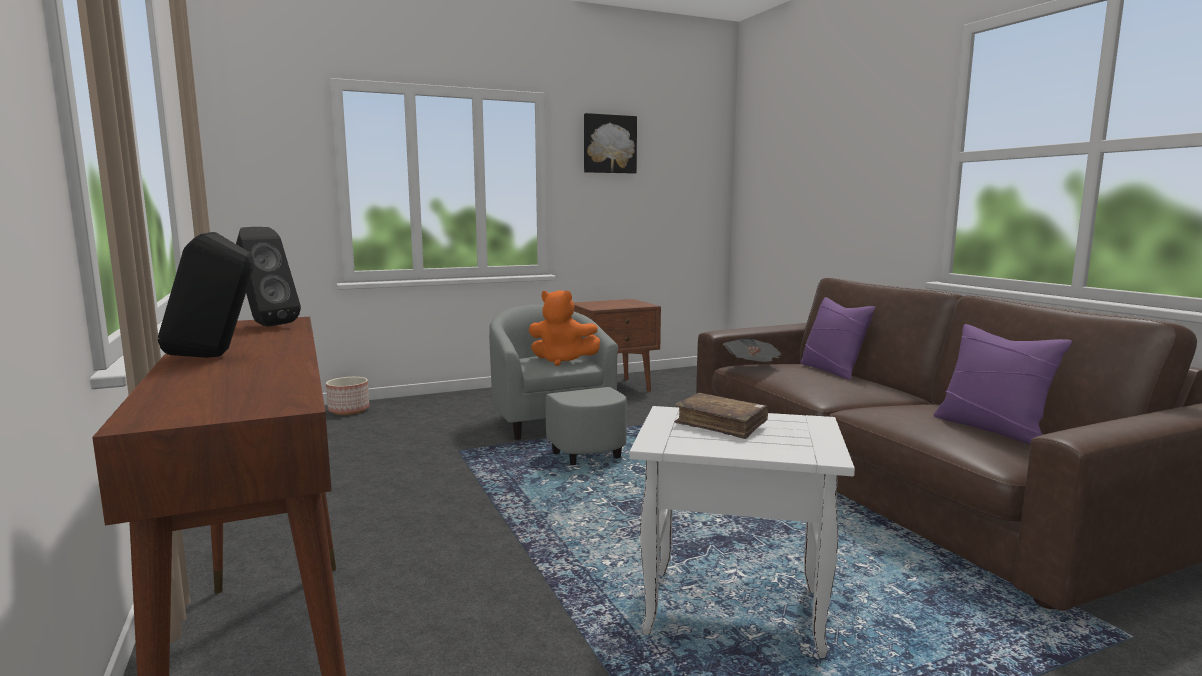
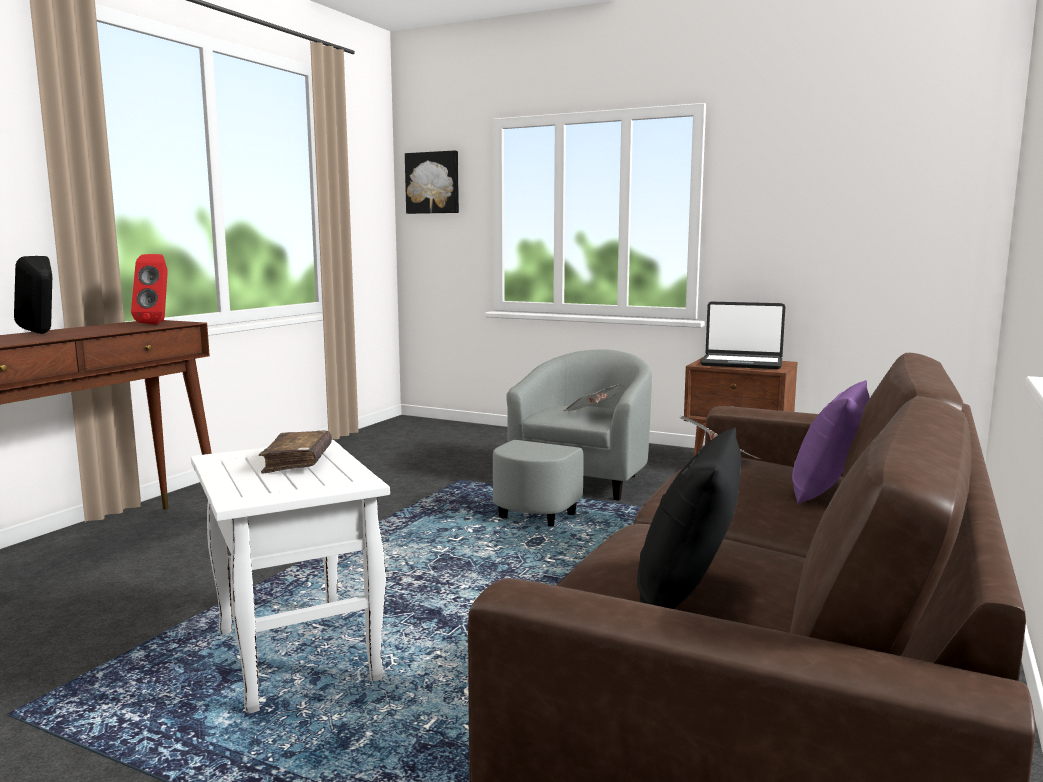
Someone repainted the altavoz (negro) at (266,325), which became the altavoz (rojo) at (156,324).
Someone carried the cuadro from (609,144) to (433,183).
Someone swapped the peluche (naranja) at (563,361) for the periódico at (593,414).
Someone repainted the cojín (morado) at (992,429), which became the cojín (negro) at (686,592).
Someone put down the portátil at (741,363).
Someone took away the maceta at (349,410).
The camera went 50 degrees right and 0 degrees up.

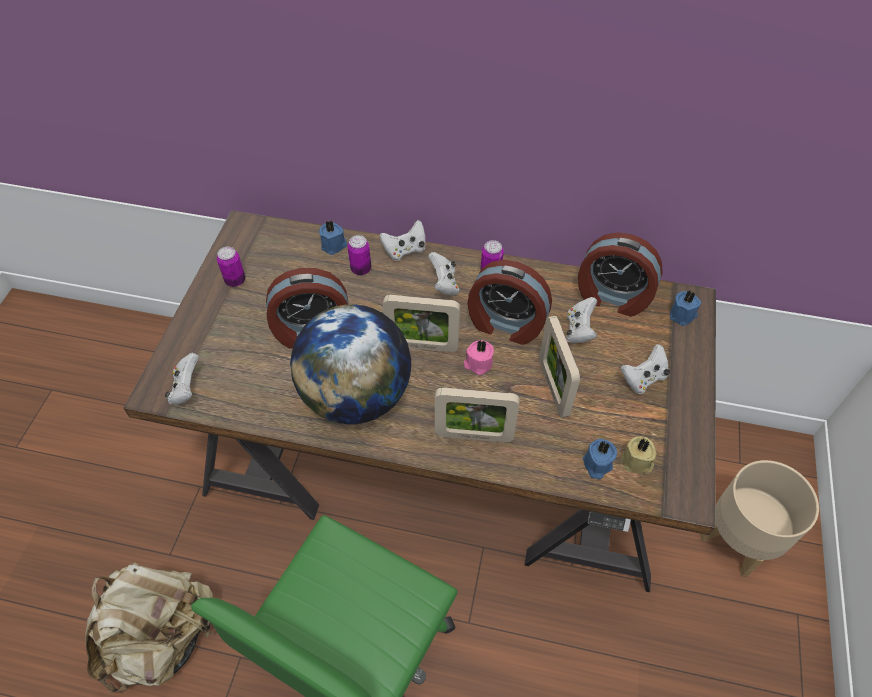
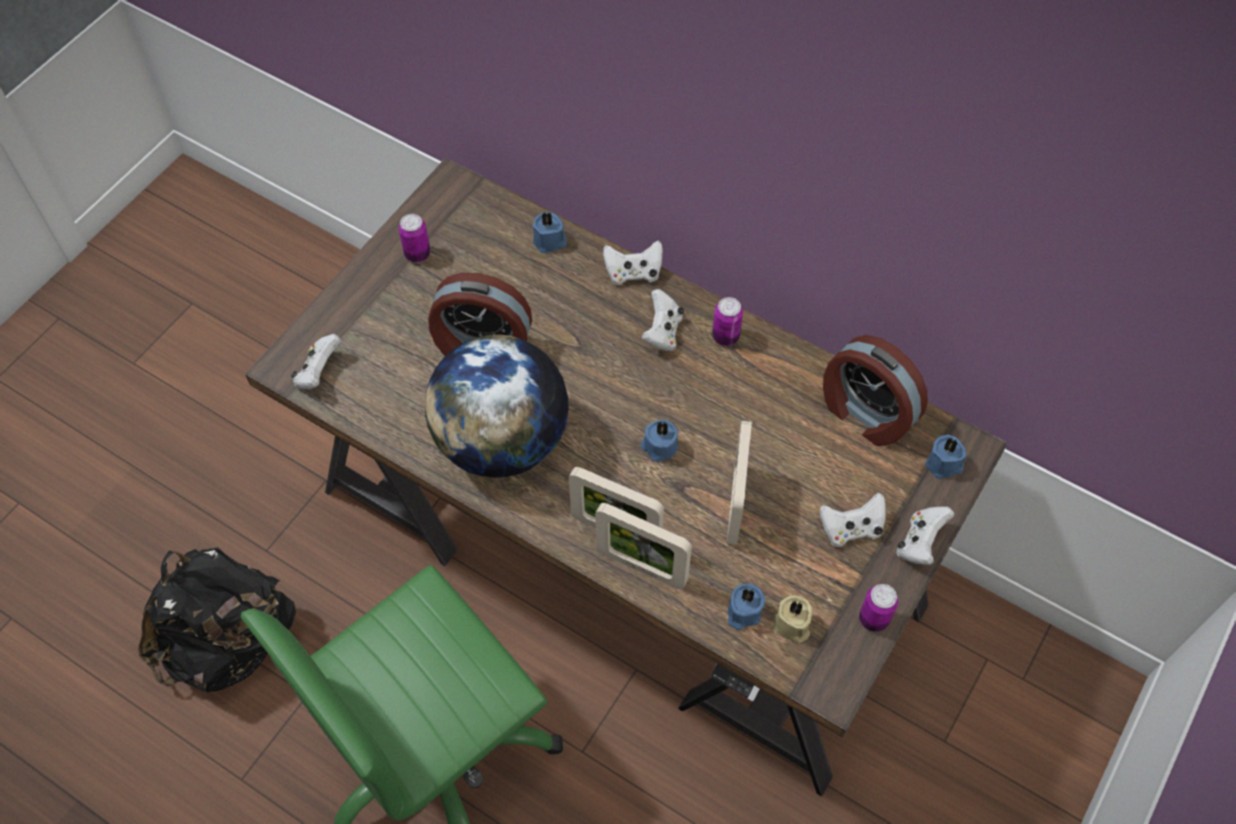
Someone repainted the mochila (beis) at (163,638), which became the mochila (negro) at (231,643).
Someone carried the portarretratos from (422,346) to (641,567).
Someone repainted the vela (rosa) at (478,363), which became the vela (azul) at (659,446).
Someone carried the lata from (361,269) to (873,619).
Someone carried the mando de consola (blanco) from (579,330) to (919,543).
Someone took away the despertador at (505,324).
Someone took away the maceta (beis) at (739,541).
The camera went 20 degrees right and 5 degrees up.

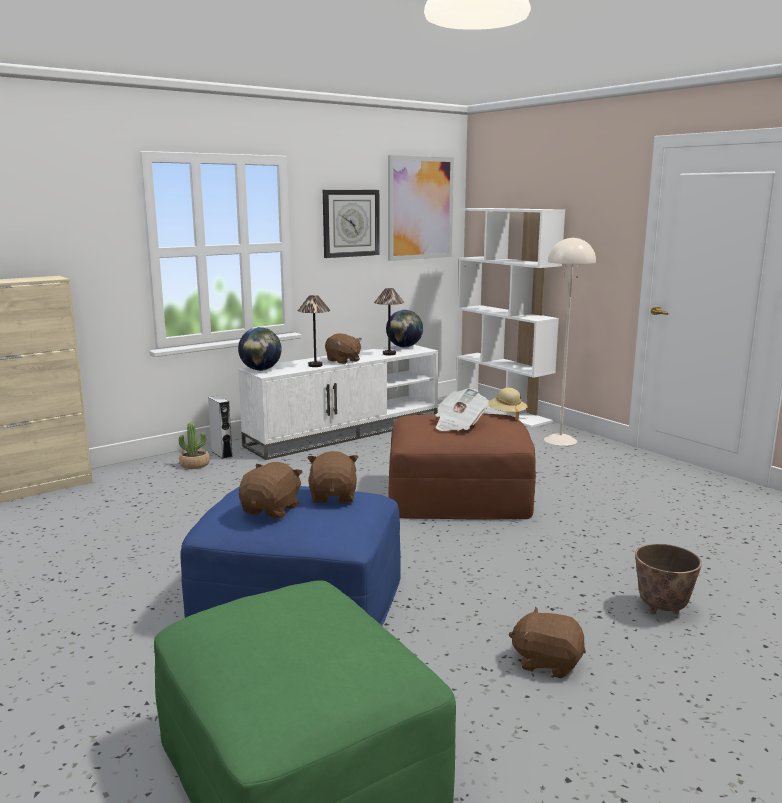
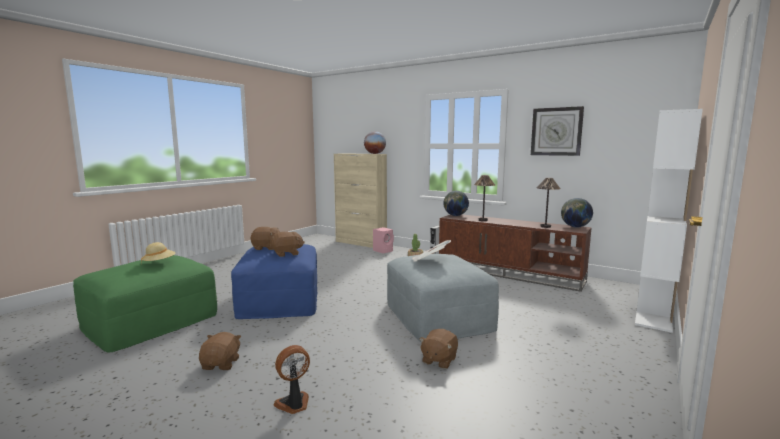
Someone carried the sombrero (beis) from (506,414) to (159,263).
Someone swapped the maceta at (662,609) for the ventilador at (294,404).
Someone put down the globo terráqueo at (374,153).
Someone put down the altavoz (rosa) at (383,251).
Someone repainted the puf (marrón) at (458,496), which became the puf (gris) at (438,316).
Someone carried the peluche (marrón) from (343,361) to (438,360).
Someone repainted the mueble de televisión (blanco) at (345,432), which became the mueble de televisión (marrón) at (509,273).
Someone took away the cuadro at (420,208).
Someone took away the lámpara de pie (beis) at (560,440).
The camera went 70 degrees right and 5 degrees down.

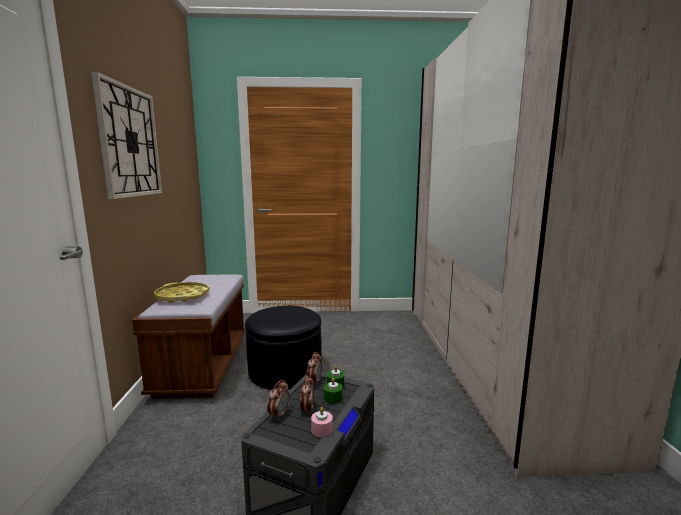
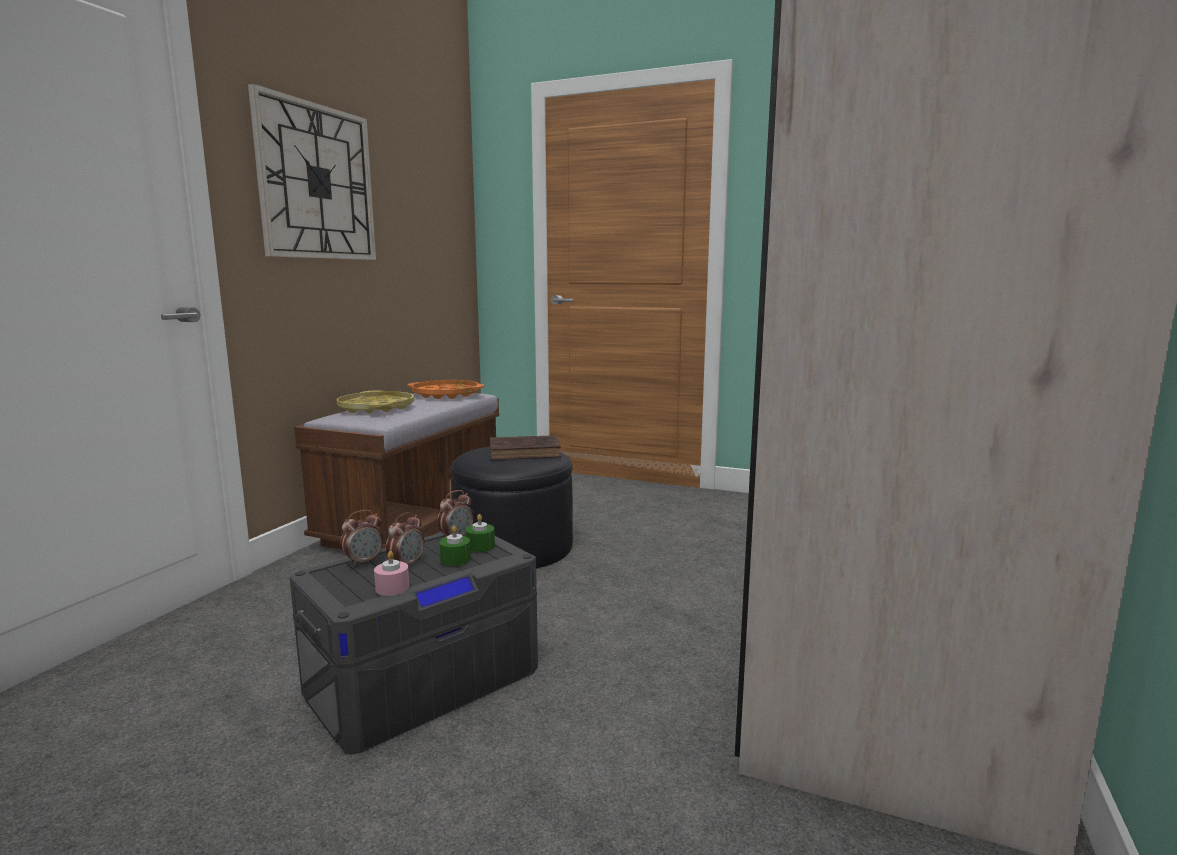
Someone put down the bandeja (naranja) at (446,394).
Someone put down the libro (marrón) at (527,452).
The camera went 25 degrees right and 0 degrees up.

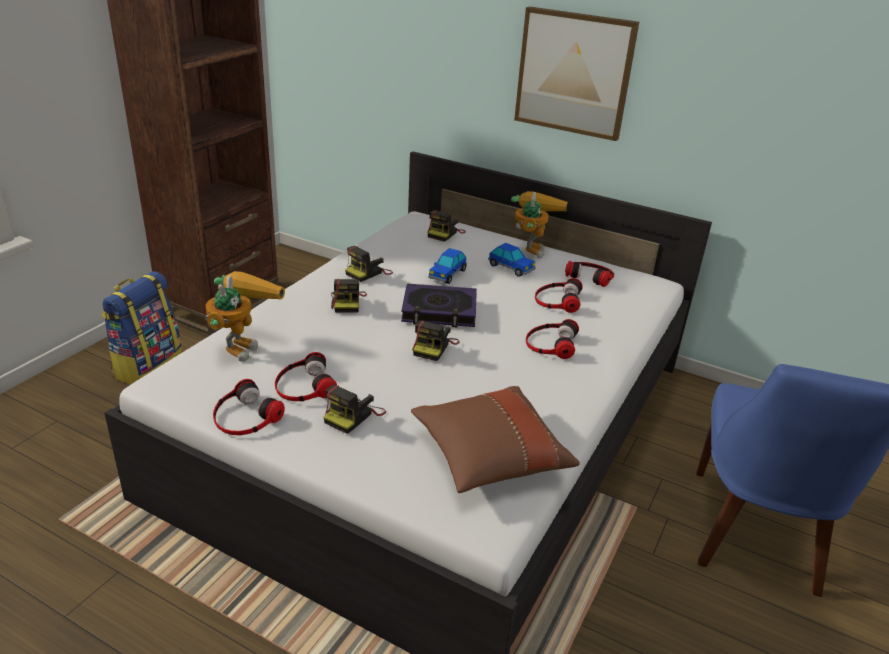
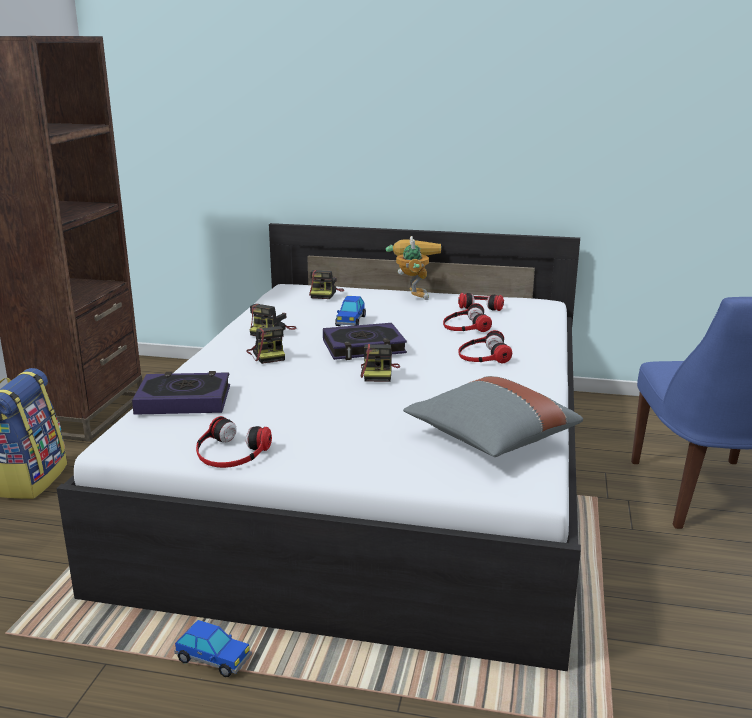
Someone swapped the robot de juguete at (242,344) for the libro at (183,400).
Someone carried the coche de juguete from (511,268) to (213,659).
Someone repainted the cojín (marrón) at (489,456), which became the cojín (gris) at (490,439).
Someone took away the auriculares at (303,386).
Someone took away the cámara at (353,415).
Someone took away the cuadro at (574,73).
The camera went 15 degrees left and 10 degrees down.

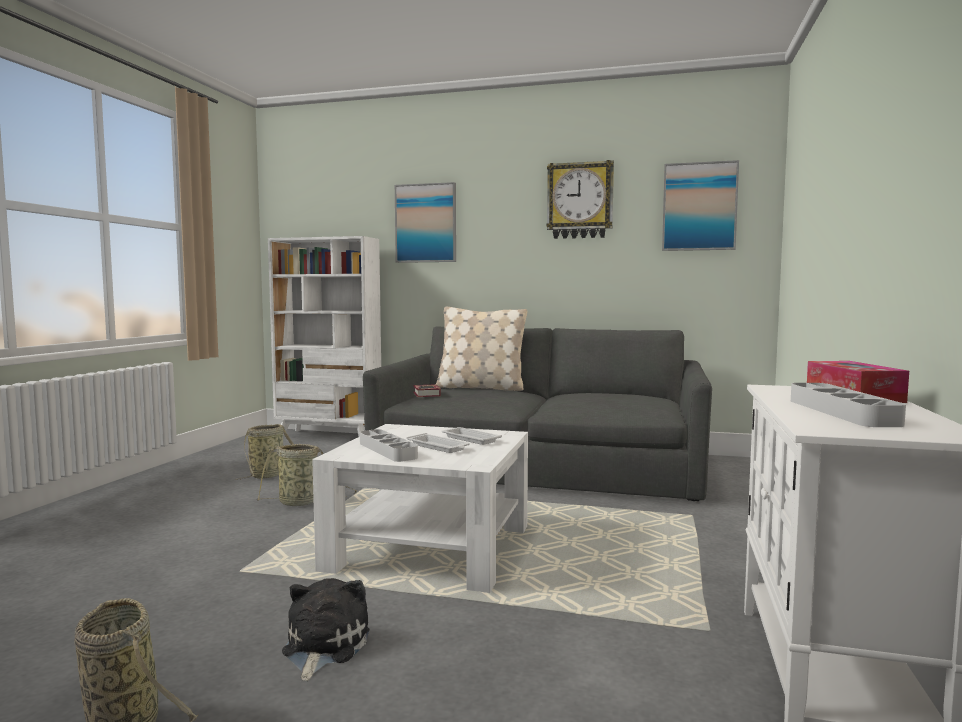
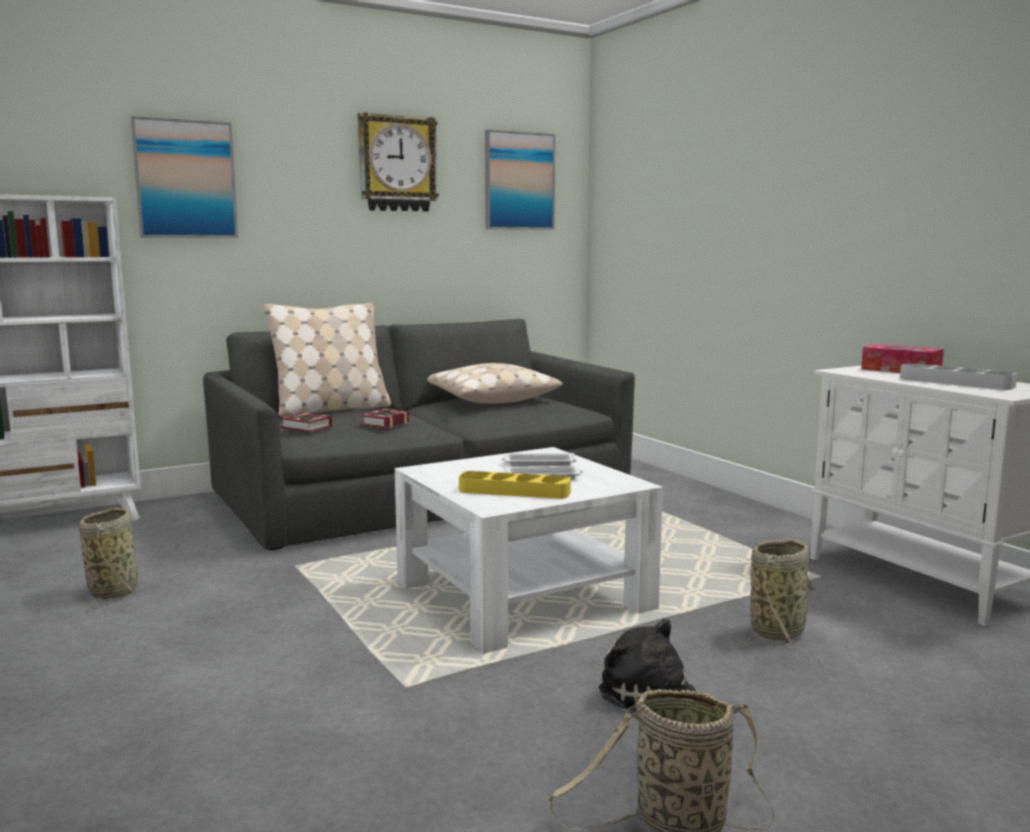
Someone put down the libro at (383,423).
Someone put down the cojín (beis) at (488,398).
Someone repainted the bandeja (gris) at (387,450), which became the bandeja (amarillo) at (514,491).
Someone carried the cesta from (301,503) to (779,631).
The camera went 45 degrees left and 5 degrees up.

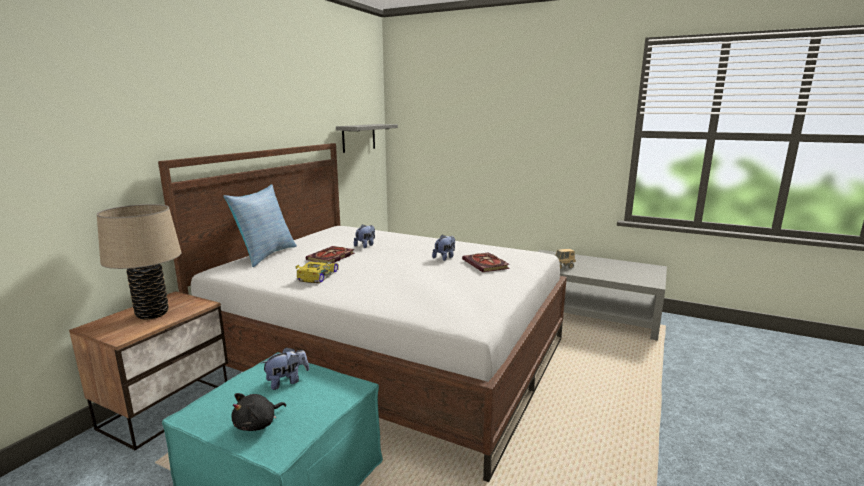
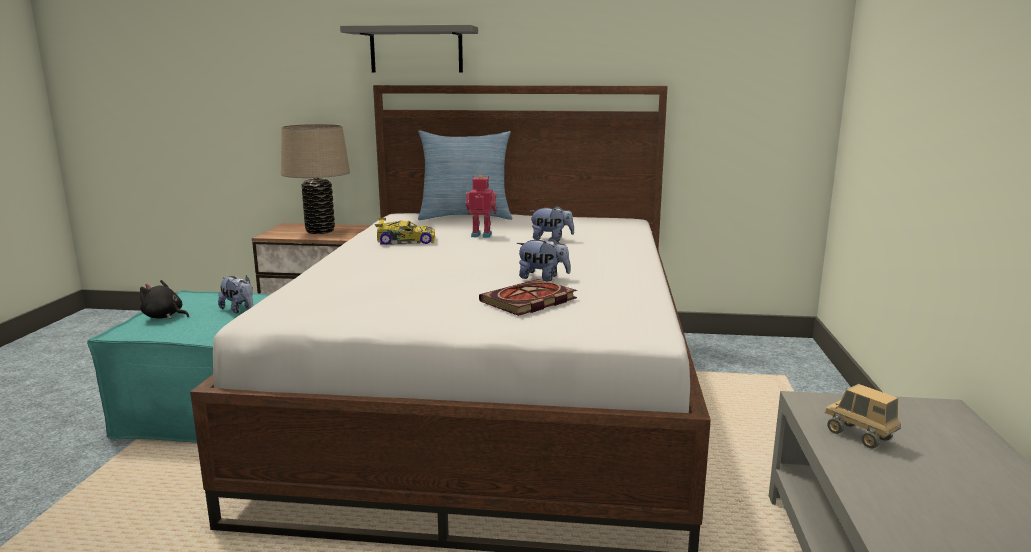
Someone carried the estante (gris) from (358,137) to (416,50).
Someone swapped the libro at (331,257) for the robot de juguete at (481,235).
The camera went 70 degrees right and 0 degrees up.

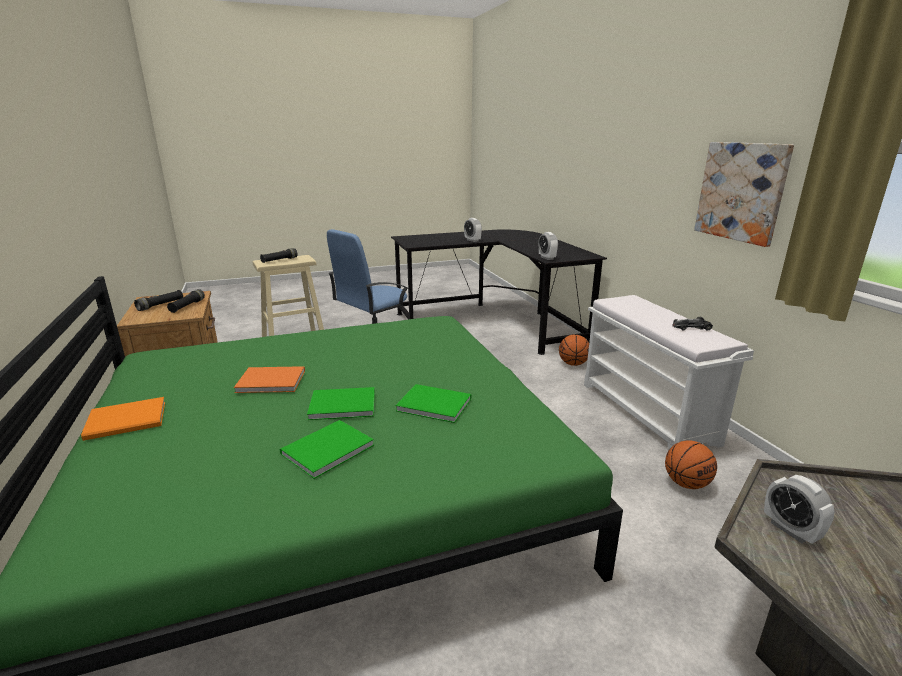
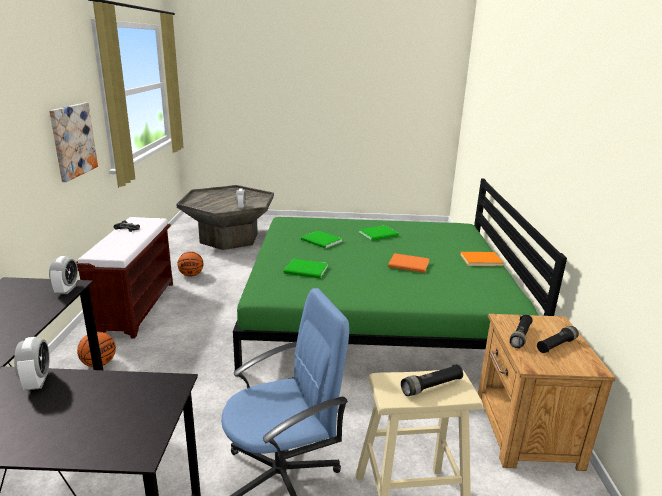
Someone repainted the banco (blanco) at (648,413), which became the banco (marrón) at (135,307).
Someone carried the libro (verde) from (340,404) to (307,270).
The camera went 160 degrees left and 0 degrees up.

